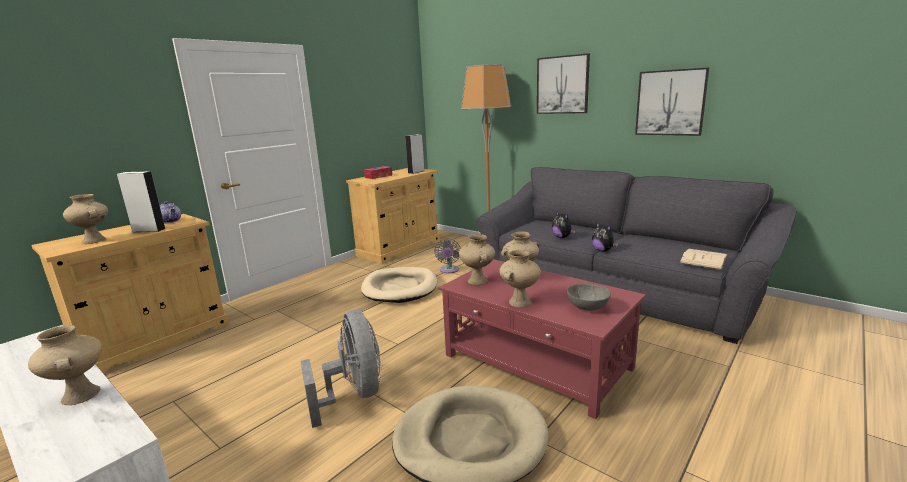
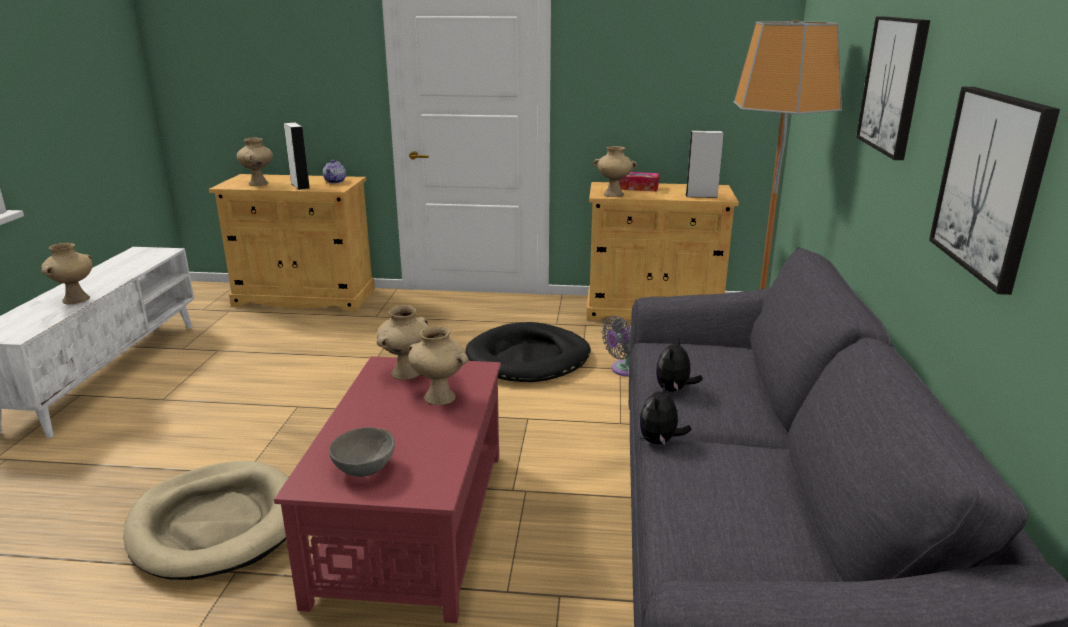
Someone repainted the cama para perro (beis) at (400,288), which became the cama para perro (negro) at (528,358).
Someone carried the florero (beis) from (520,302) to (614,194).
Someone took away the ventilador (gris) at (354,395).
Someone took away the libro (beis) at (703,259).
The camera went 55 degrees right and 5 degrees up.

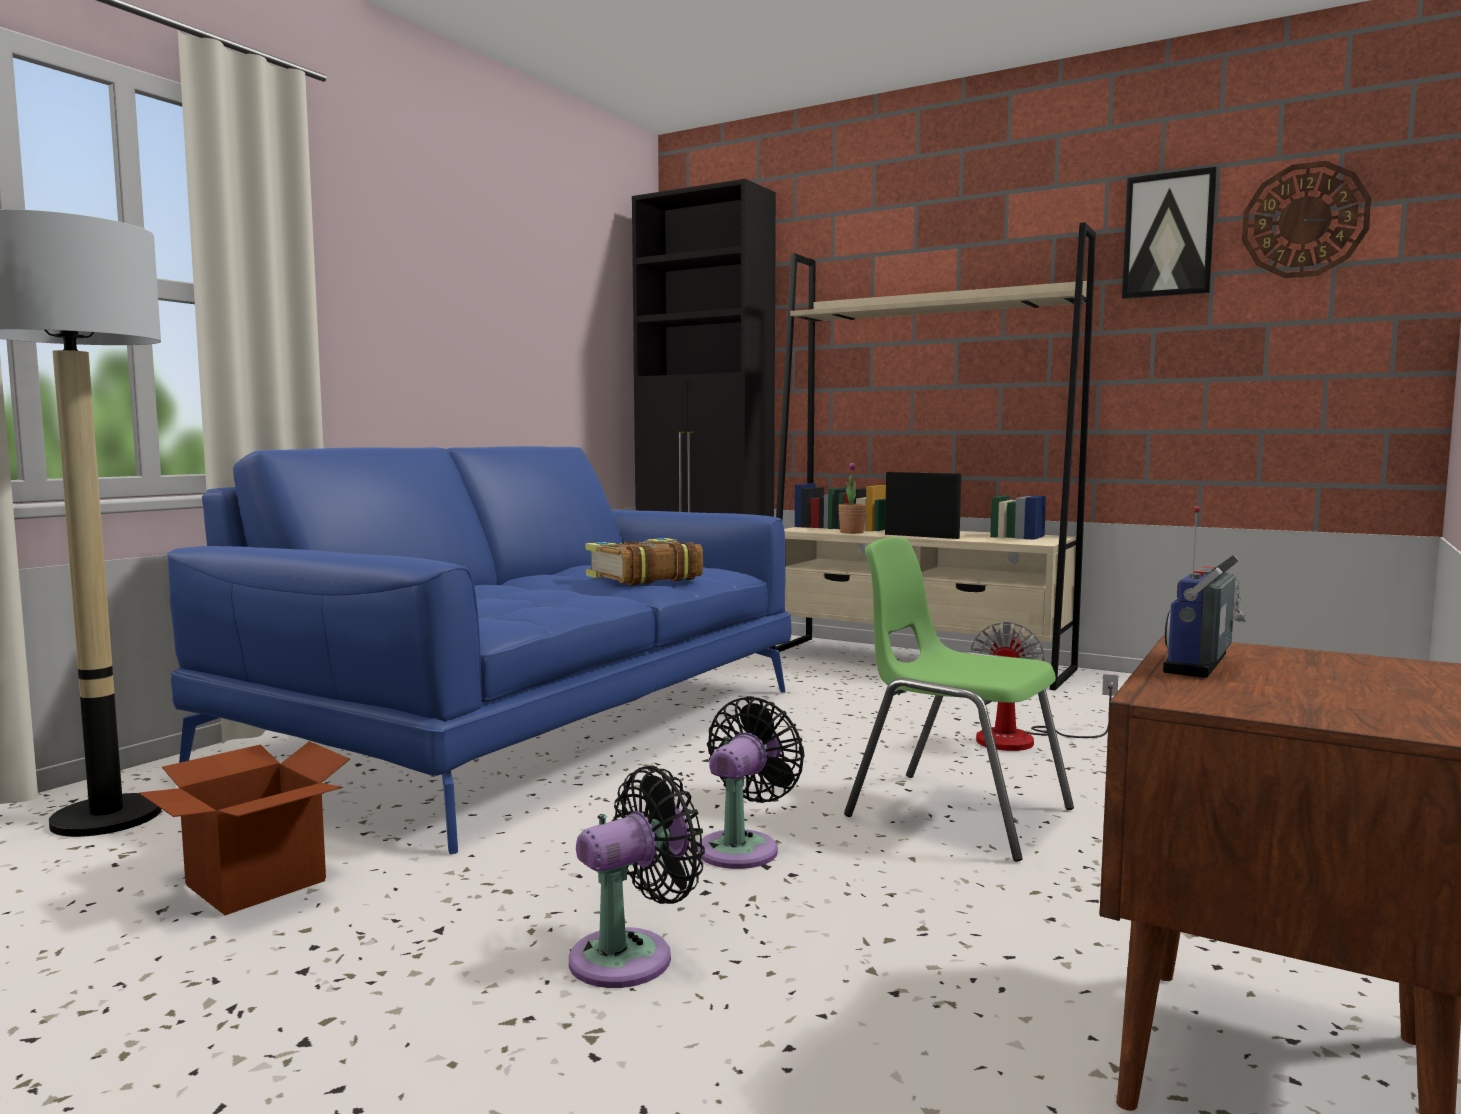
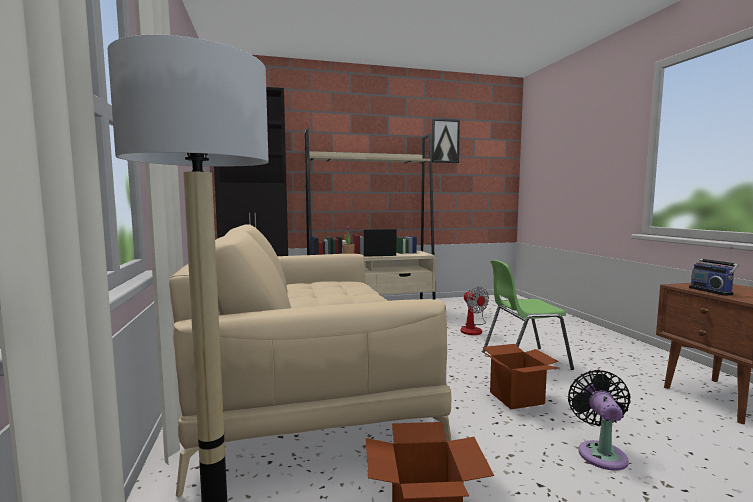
Someone repainted the sofá (azul) at (529,726), which became the sofá (beis) at (306,382).
Someone swapped the ventilador (negro) at (742,847) for the caja de cartón at (516,398).
Someone took away the libro at (642,578).
Someone took away the reloj de pared at (1304,220).
The camera went 45 degrees left and 0 degrees up.

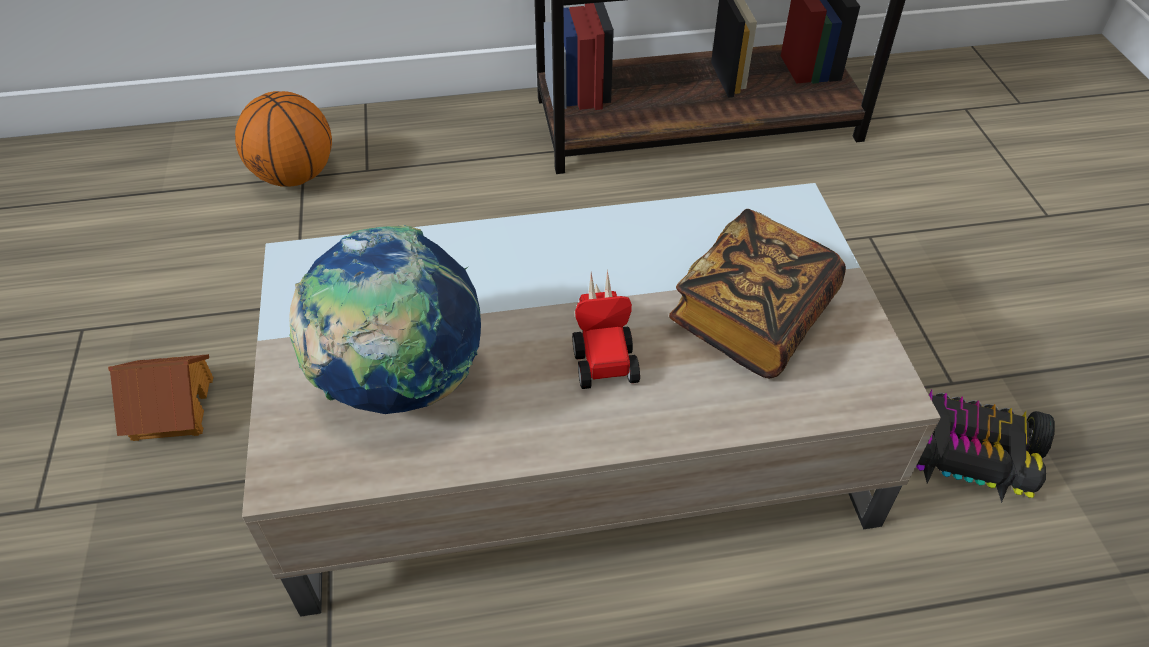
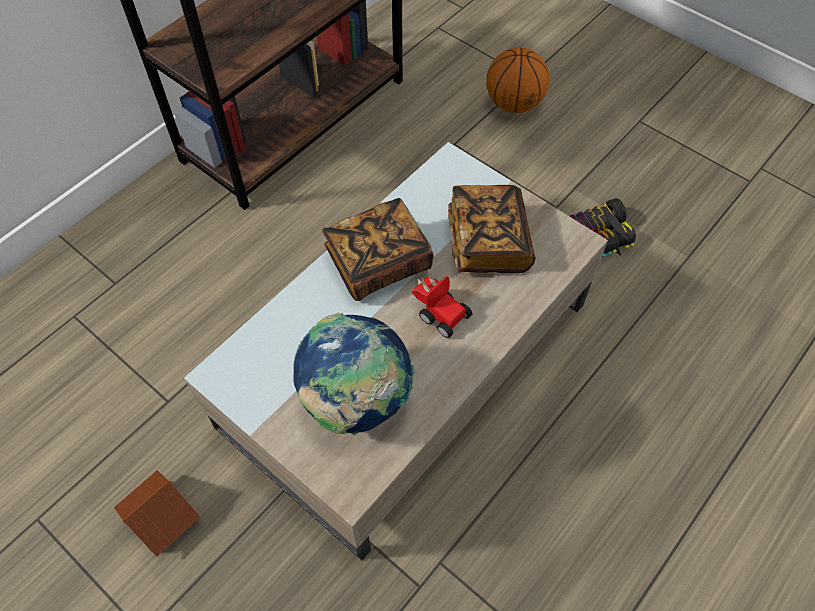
Someone put down the libro at (378,263).
Someone carried the balón de baloncesto from (295,176) to (514,104).
The camera went 40 degrees left and 10 degrees up.

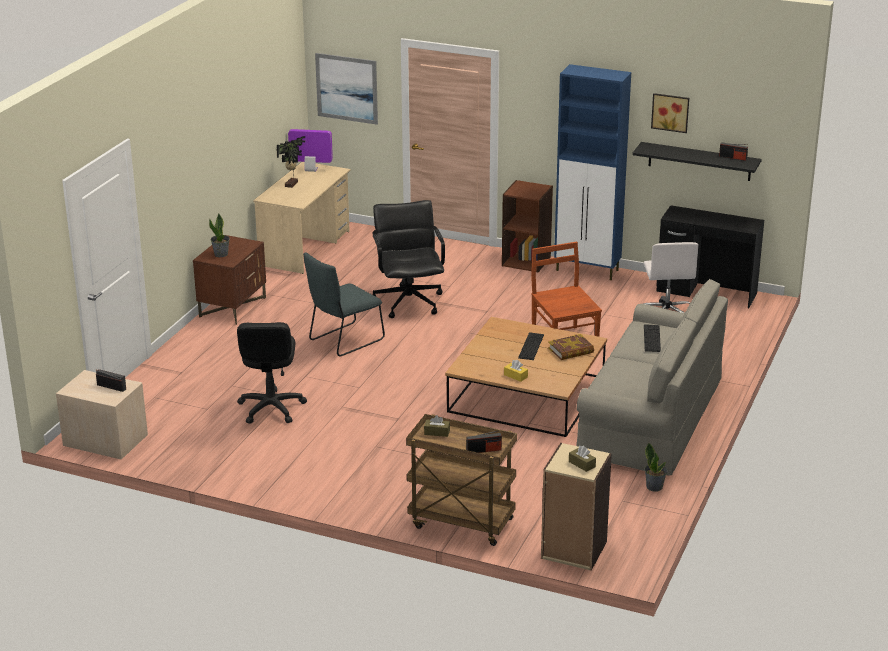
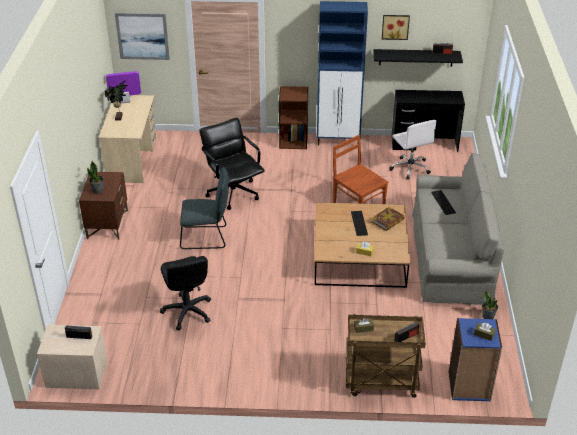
Someone rotated the silla (gris) at (343,341) by 120 degrees counterclockwise.
Someone repainted the estantería (beis) at (573,550), which became the estantería (azul) at (469,387).
The camera went 20 degrees left and 10 degrees up.

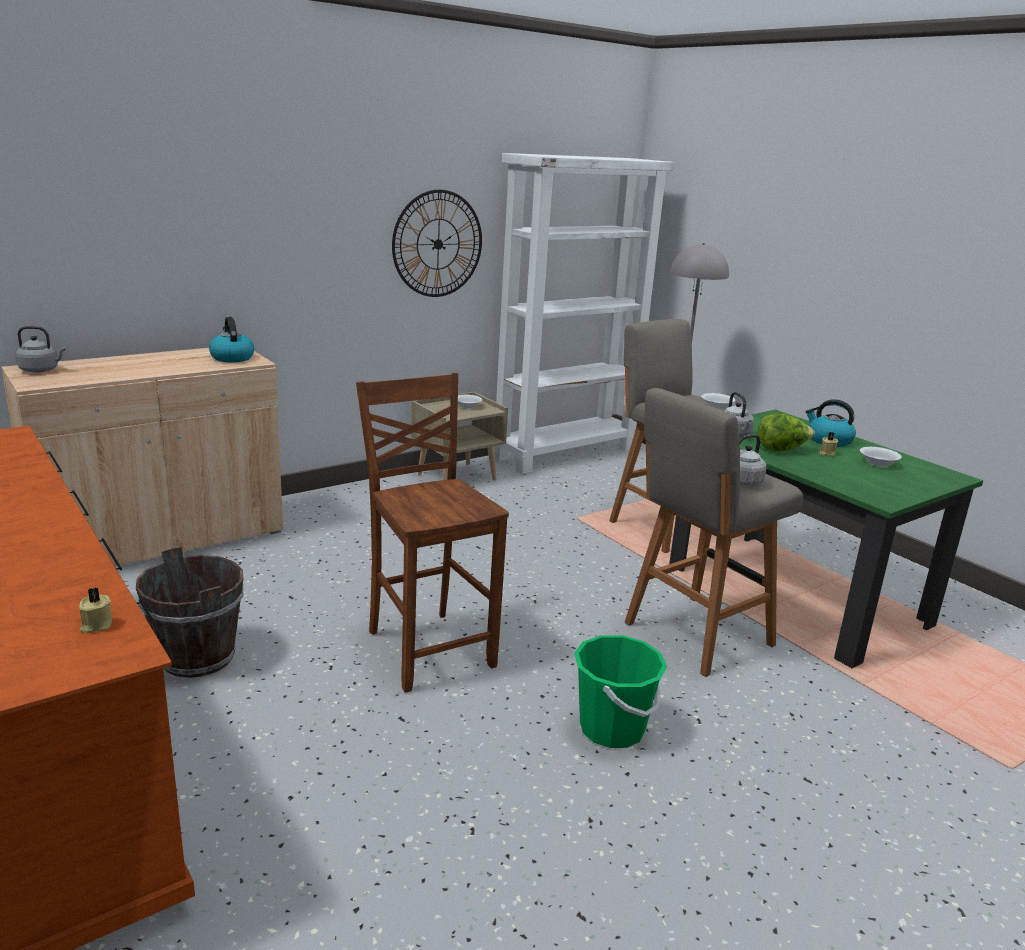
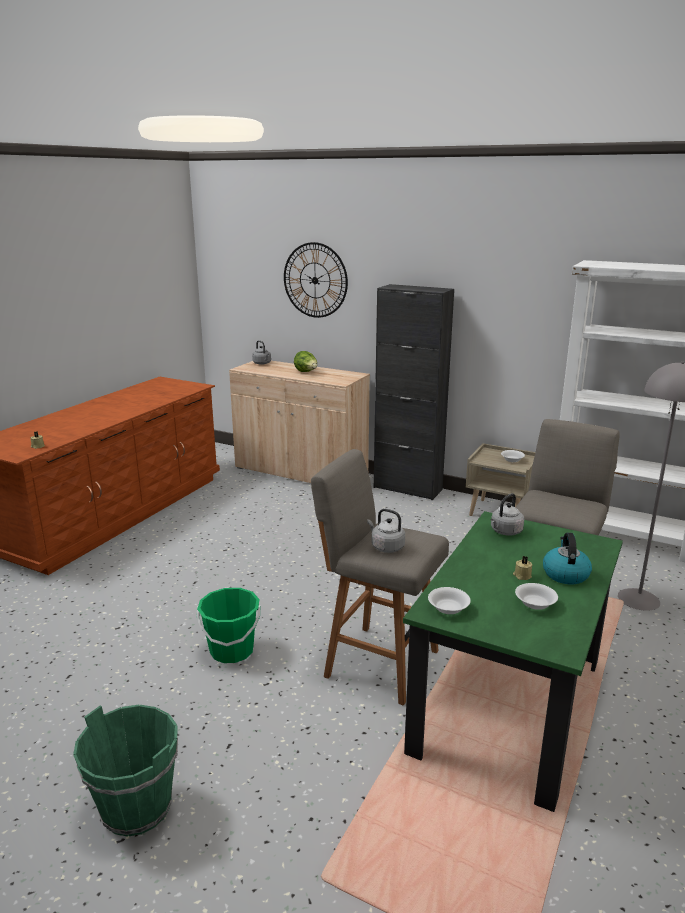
Someone put down the cubo (verde) at (136,808).
Someone carried the reloj de pared from (438,244) to (315,280).
Someone carried the lechuga from (781,450) to (306,372).
Someone put down the armario (negro) at (407,488).
Someone carried the cuenco (blanco) from (716,406) to (449,608).
Someone took away the cubo (marrón) at (197,657).
Someone took away the hervidor at (232,358).
Someone took away the silla (marrón) at (428,648).
The camera went 65 degrees right and 0 degrees up.

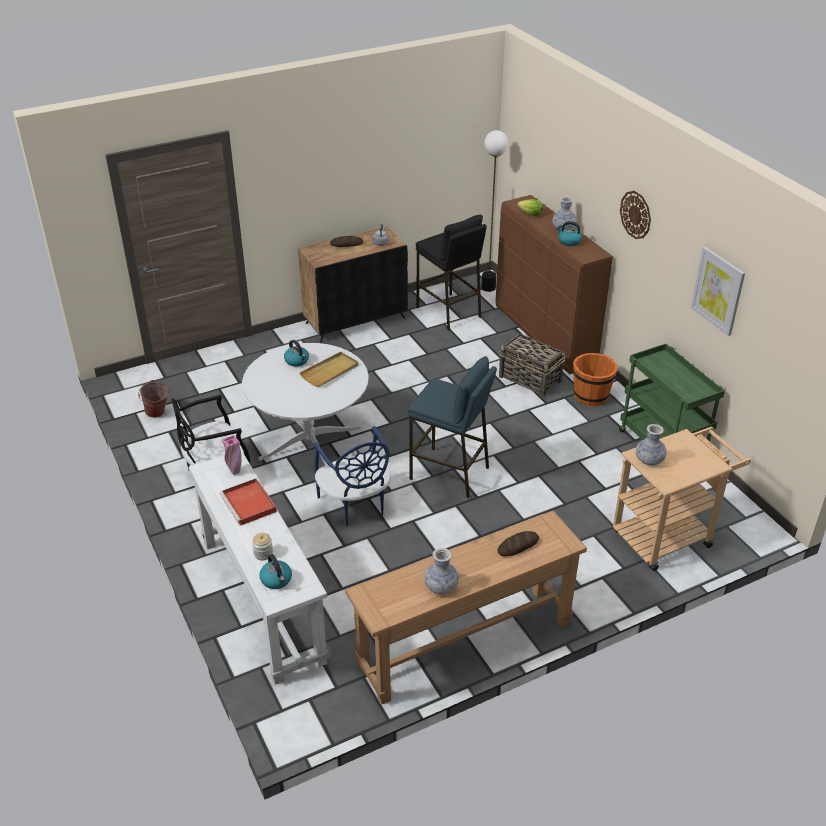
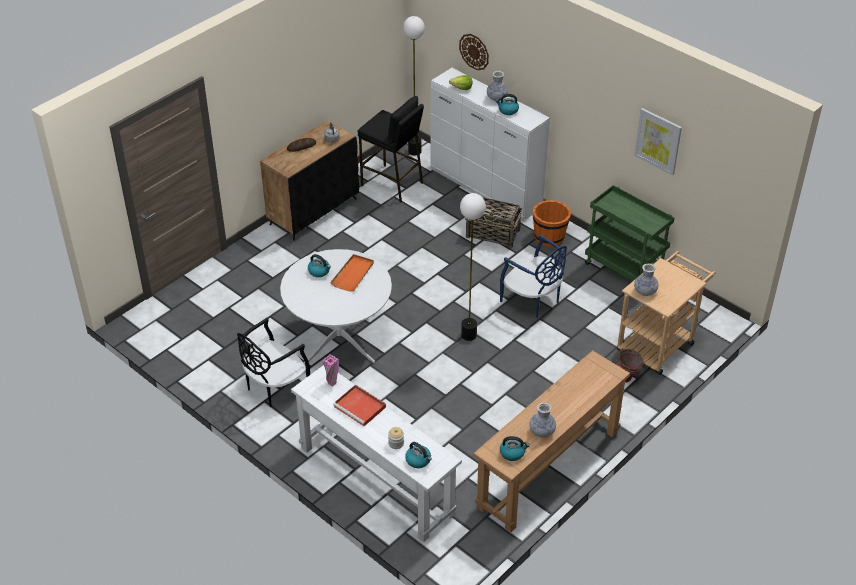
Someone repainted the bandeja (beis) at (330,371), which became the bandeja (naranja) at (353,274).
Someone repainted the cómoda (marrón) at (544,336), which became the cómoda (blanco) at (485,190).
Someone carried the reloj de pared from (635,214) to (474,51).
Someone swapped the taburete (azul) at (450,473) for the lámpara de pie at (469,335).
Someone carried the silla (azul) from (355,505) to (532,300).
Someone put down the hervidor at (512,453).
Someone carried the cubo from (157,414) to (627,378).
Someone took away the pan at (518,546).
The camera went 20 degrees left and 5 degrees up.

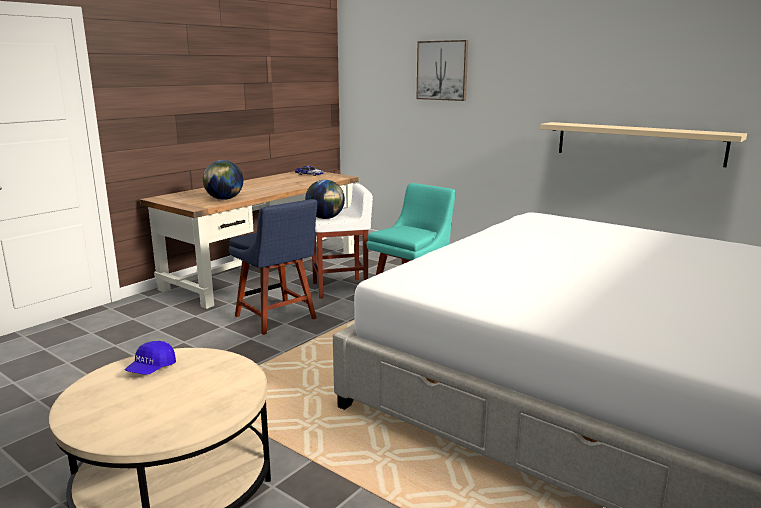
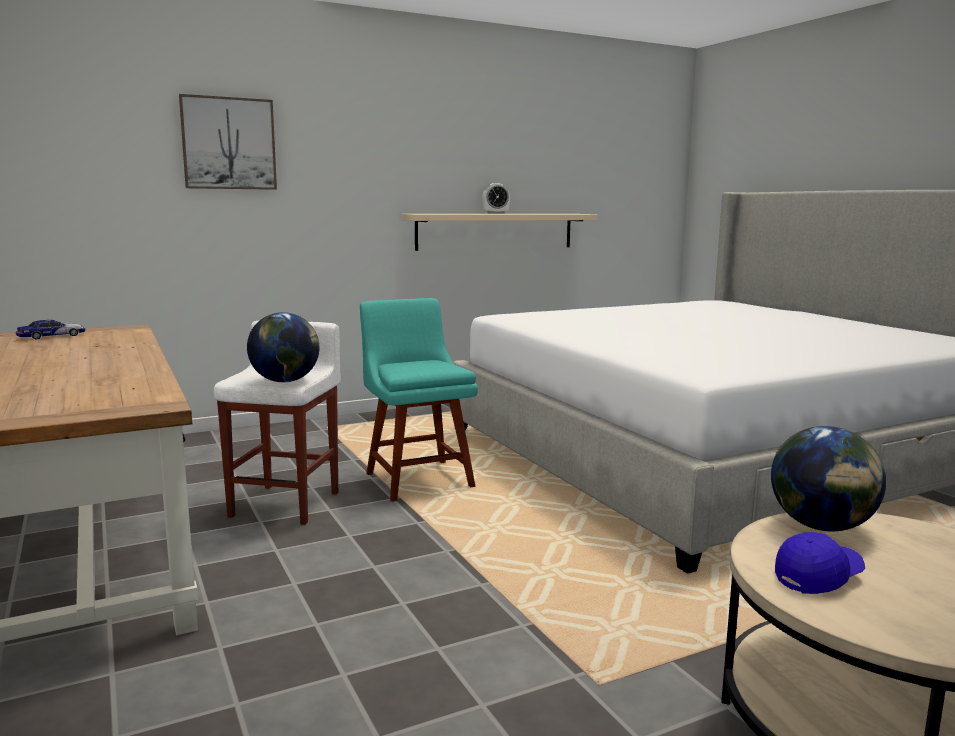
Someone put down the despertador at (495,213).
Someone carried the globo terráqueo from (224,199) to (822,527).
Someone rotated the gorra (azul) at (151,369) by 75 degrees counterclockwise.
Someone took away the silla (azul) at (277,318).
The camera went 65 degrees left and 5 degrees down.

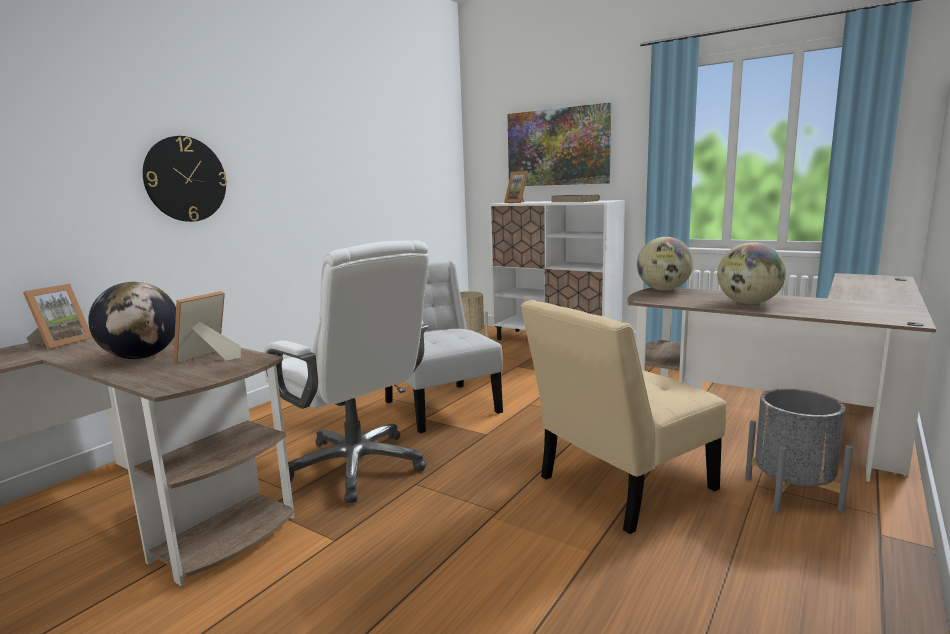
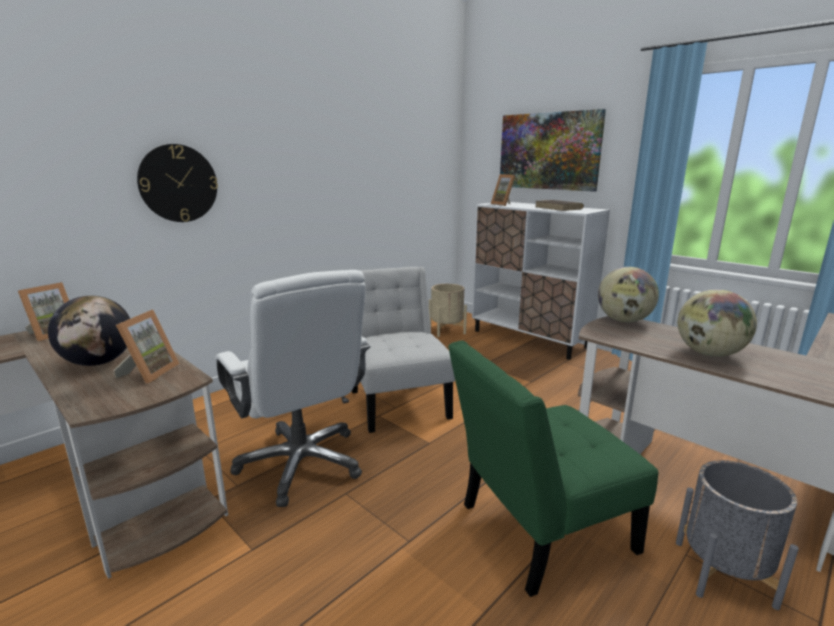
Someone rotated the portarretratos at (208,358) by 150 degrees clockwise.
Someone repainted the silla (beis) at (619,487), which became the silla (verde) at (538,530).
The camera went 10 degrees right and 5 degrees up.

